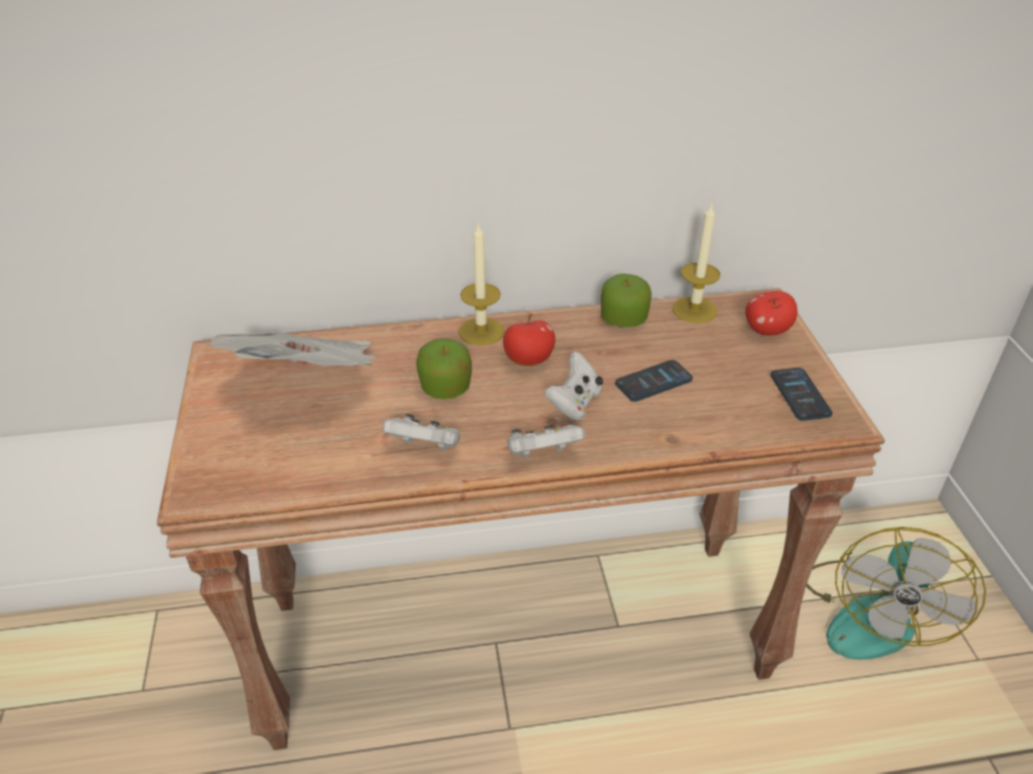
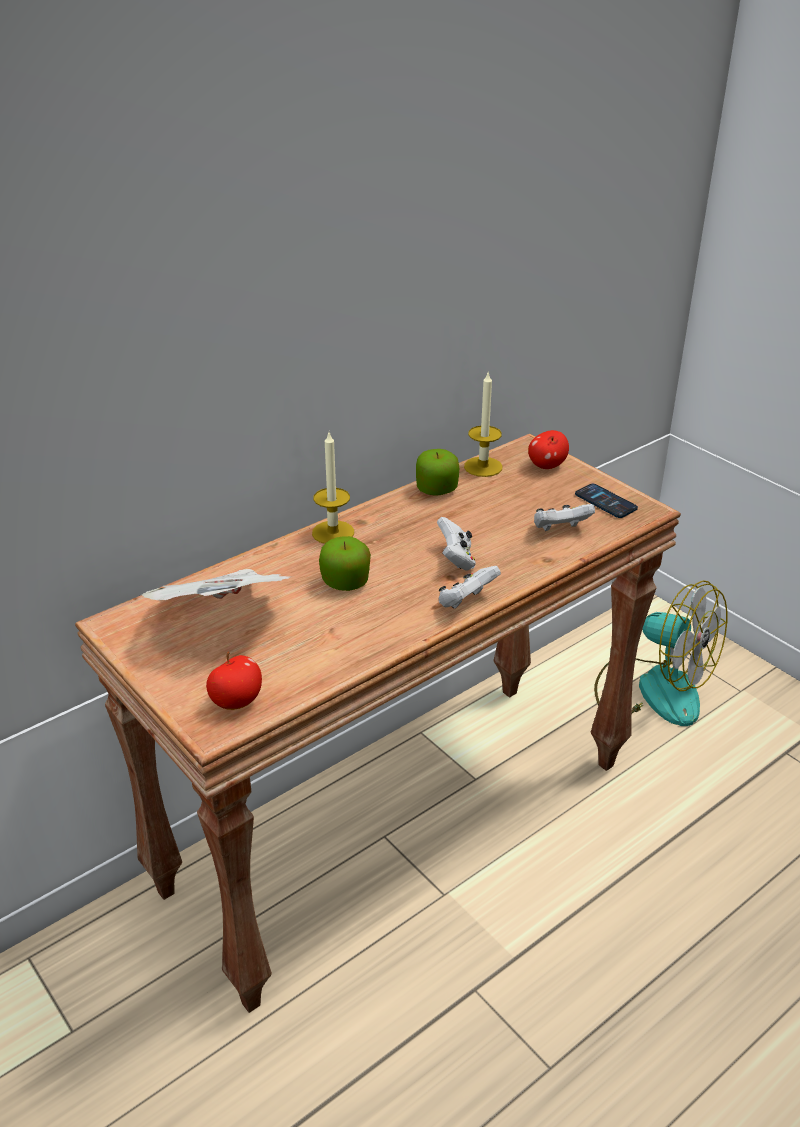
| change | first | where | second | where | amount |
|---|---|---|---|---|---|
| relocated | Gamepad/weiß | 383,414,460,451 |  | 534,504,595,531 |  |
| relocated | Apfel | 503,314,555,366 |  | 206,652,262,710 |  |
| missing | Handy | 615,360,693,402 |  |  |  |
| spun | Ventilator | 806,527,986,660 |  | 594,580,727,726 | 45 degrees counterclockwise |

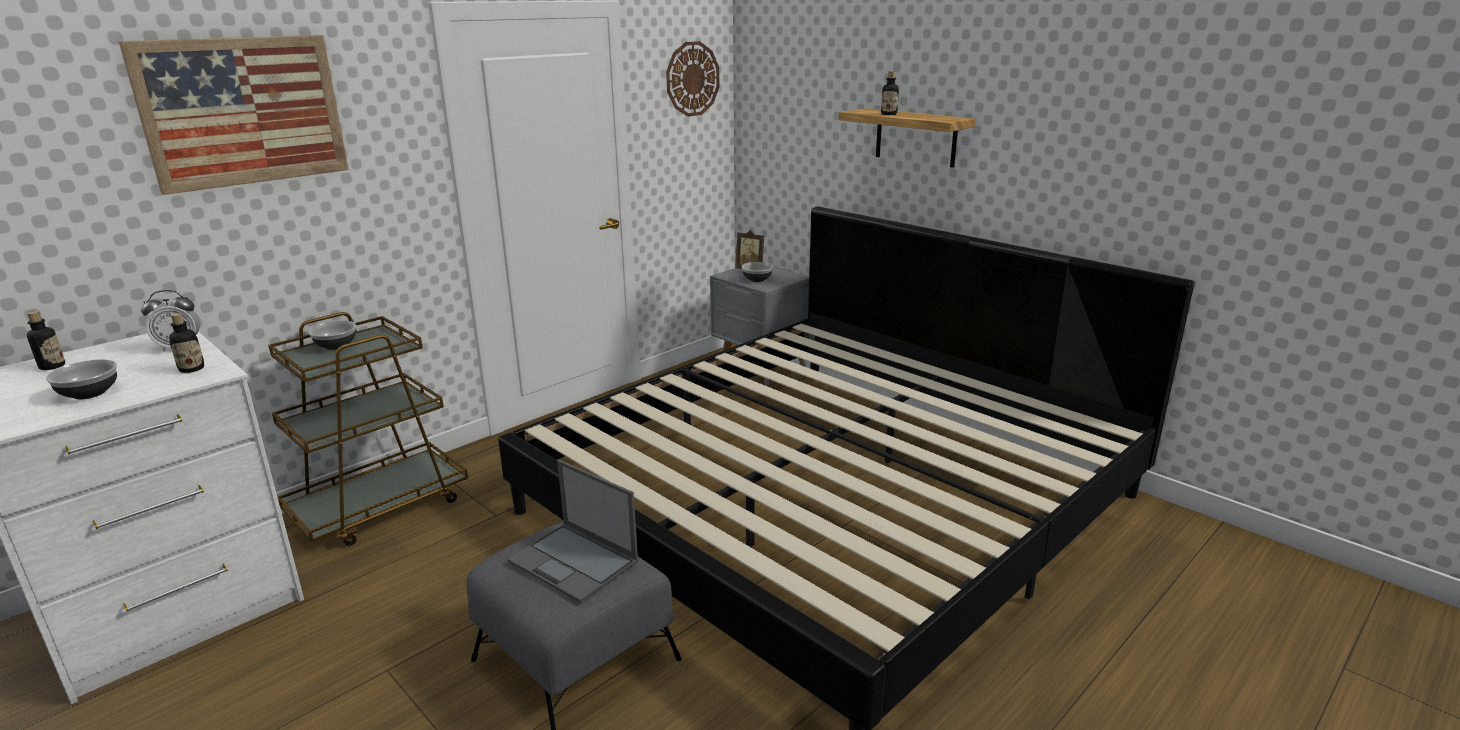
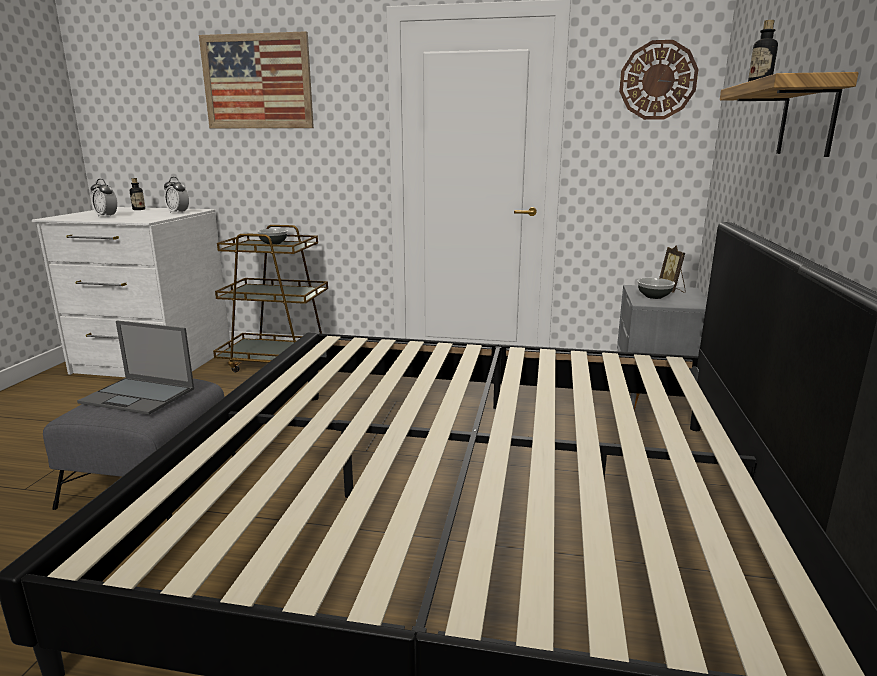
| change | first | where | second | where | amount |
|---|---|---|---|---|---|
| exchanged | Schüssel | 46,359,117,399 | Wecker | 91,179,117,218 |  |
| missing | Flasche | 169,313,204,373 |  |  |  |
| spun | Laptop | 507,460,638,603 |  | 77,320,194,415 | 75 degrees counterclockwise |

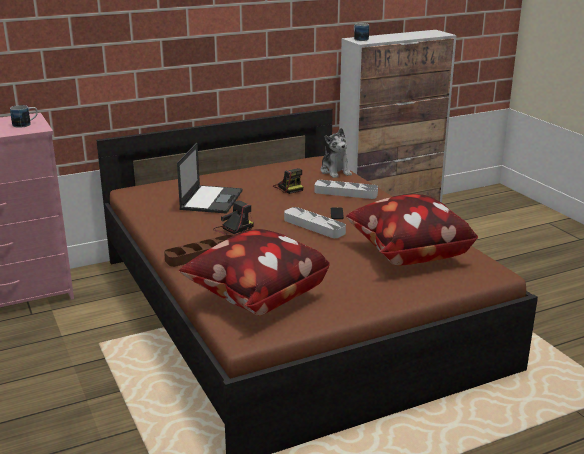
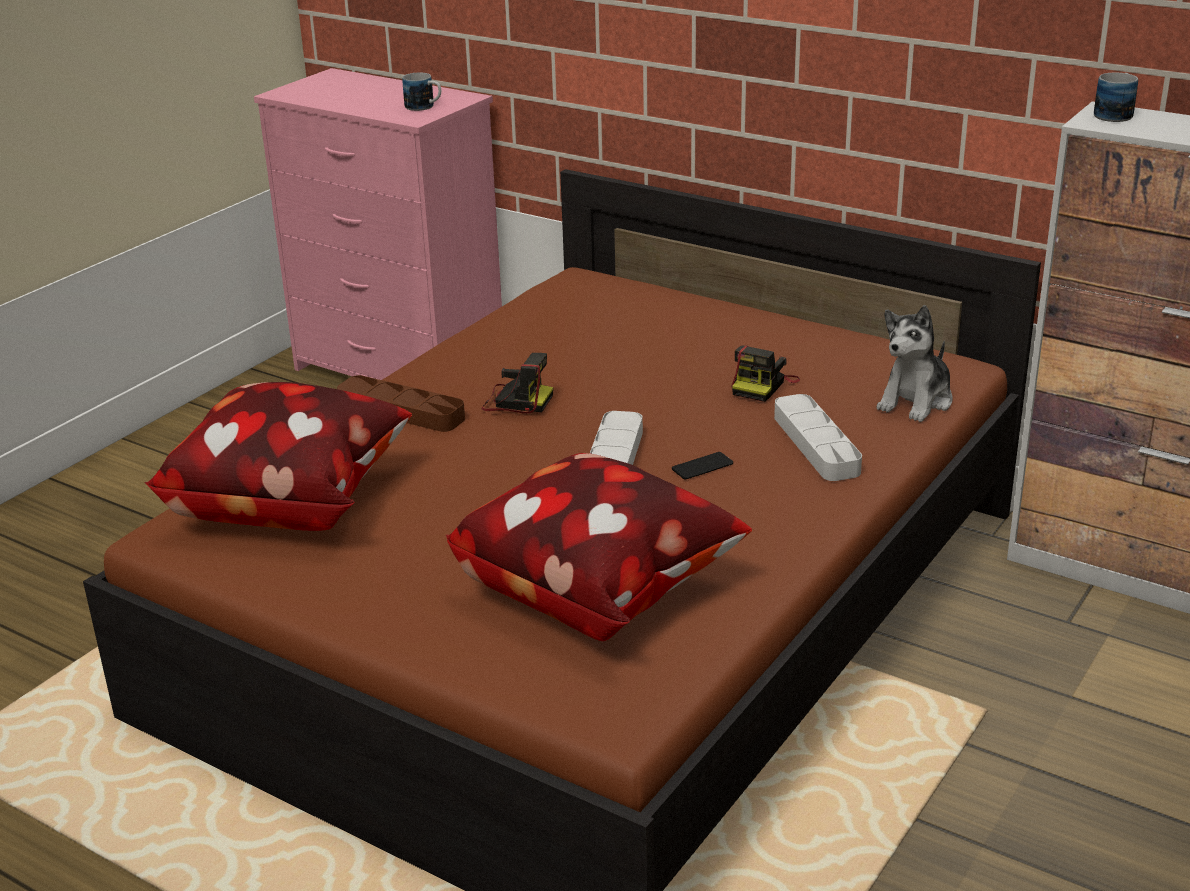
| change | first | where | second | where | amount |
|---|---|---|---|---|---|
| missing | Laptop | 177,143,242,214 |  |  |  |

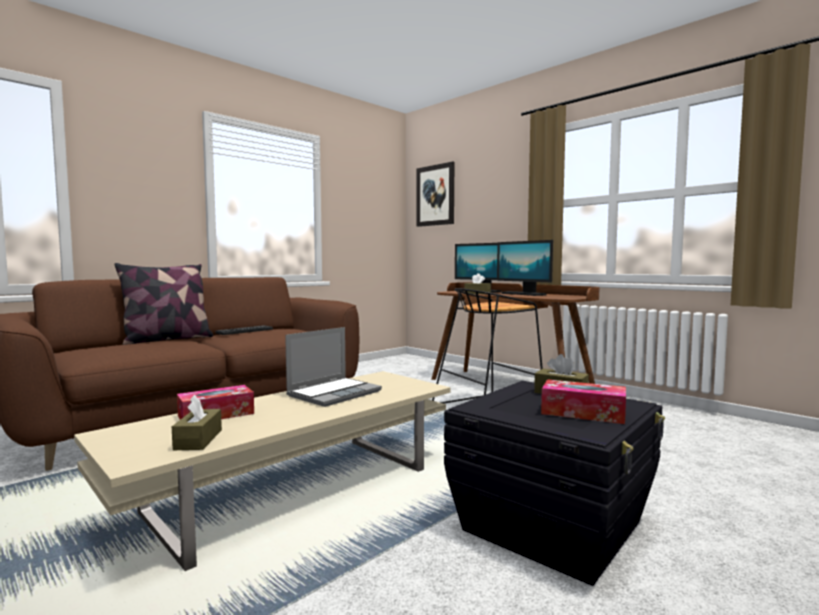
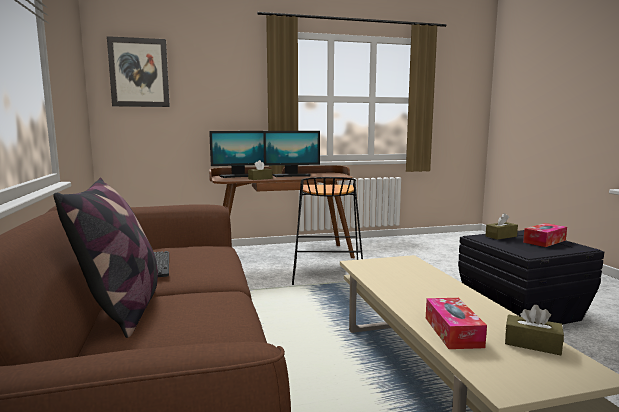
| change | first | where | second | where | amount |
|---|---|---|---|---|---|
| missing | Laptop | 285,327,382,407 |  |  |  |

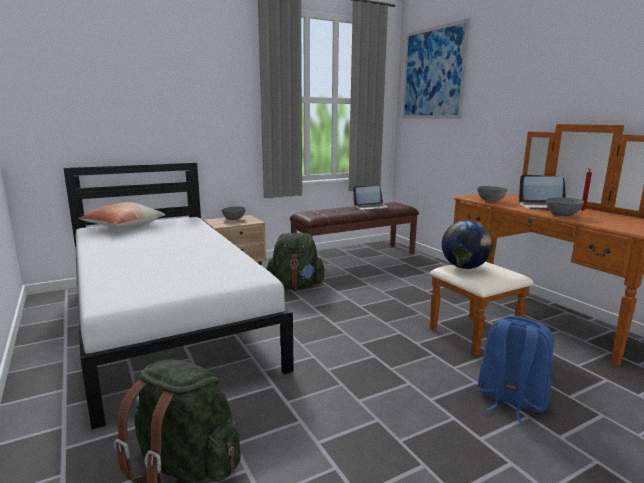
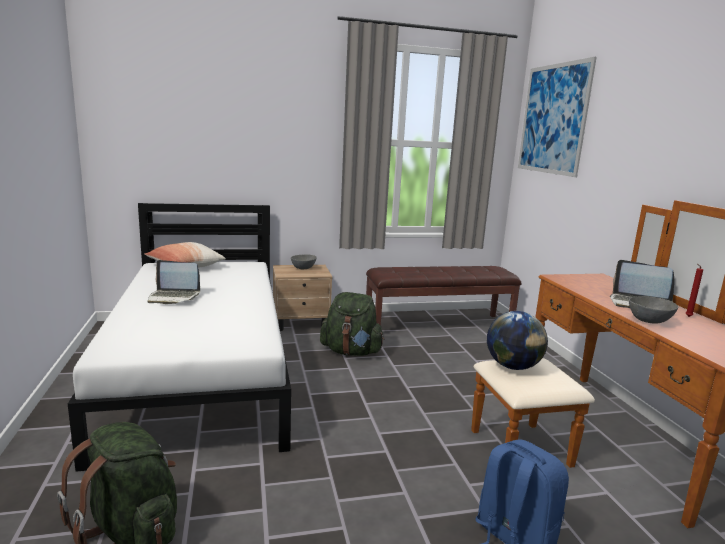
| change | first | where | second | where | amount |
|---|---|---|---|---|---|
| relocated | Laptop | 353,186,390,211 |  | 147,260,200,304 |  |
| missing | Schüssel/grau | 477,186,508,202 |  |  |  |

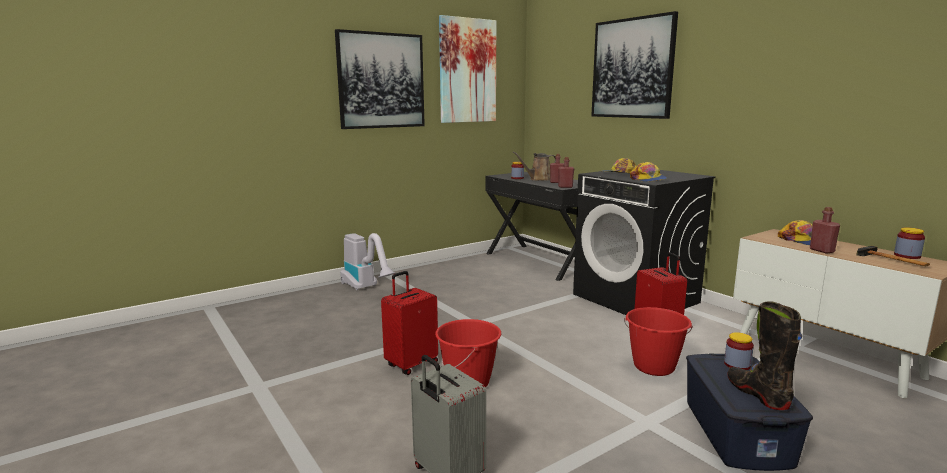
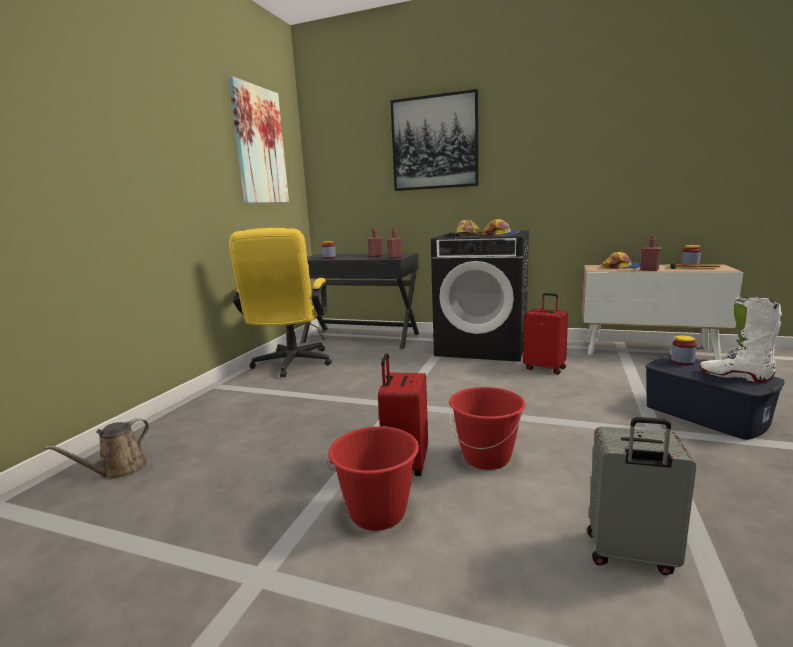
| change | first | where | second | where | amount |
|---|---|---|---|---|---|
| missing | Bild | 335,29,425,129 |  |  |  |
| missing | Staubsauger | 340,233,395,290 |  |  |  |
| relocated | Gießkanne/braun | 513,152,556,181 |  | 43,418,149,480 |  |
| relocated | Eimer/rot | 624,307,693,376 |  | 327,426,419,531 |  |
| colour | Stiefel/schwarz | 727,301,802,410 | Stiefel/weiß | 700,297,782,382 |  |
| appeared |  |  | Bürostuhl/gelb | 229,228,332,377 |  |

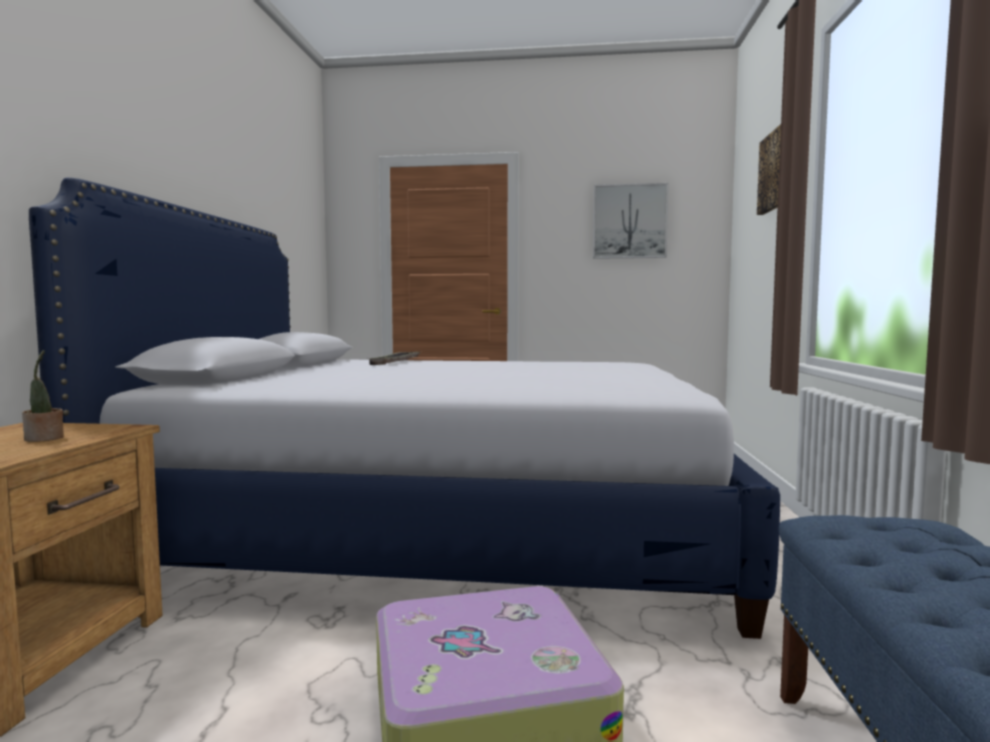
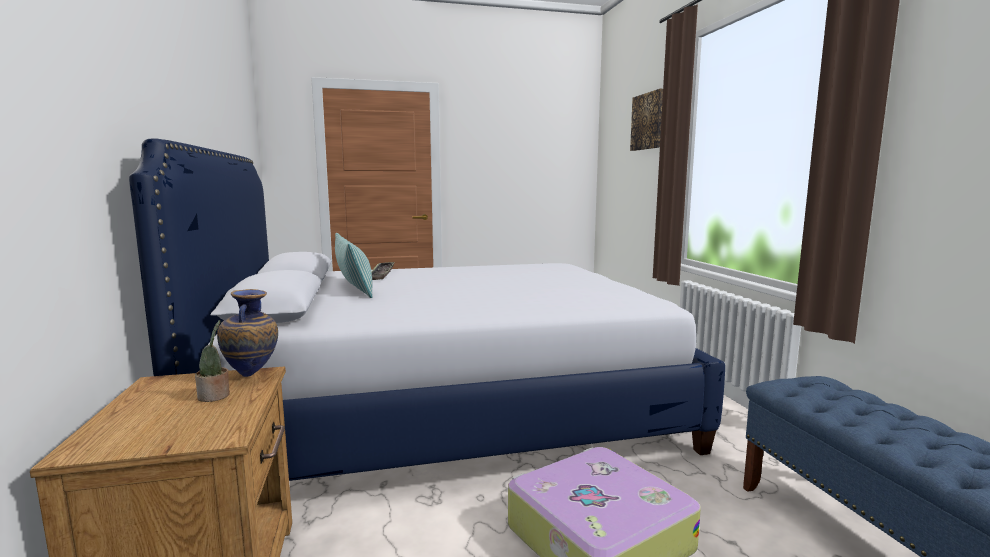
| change | first | where | second | where | amount |
|---|---|---|---|---|---|
| missing | Bild | 593,183,669,259 |  |  |  |
| appeared |  |  | Vase | 217,289,278,377 |  |
| appeared |  |  | Kissen | 335,233,373,298 |  |

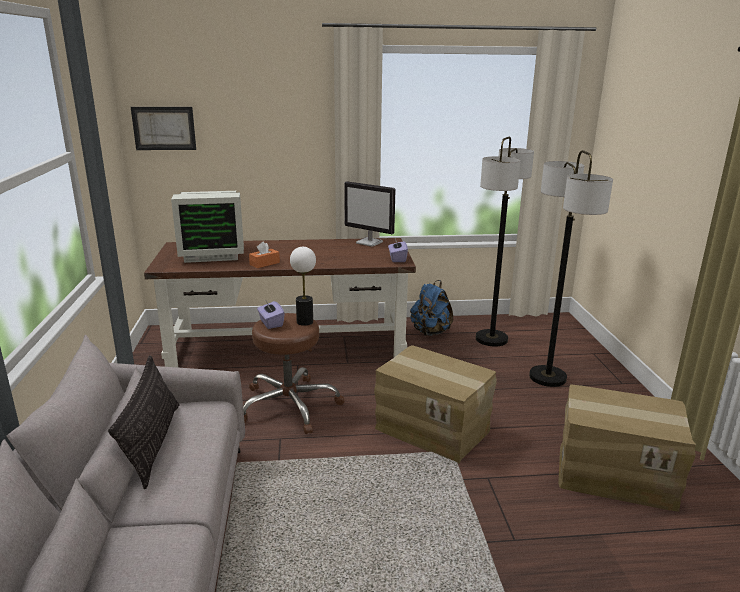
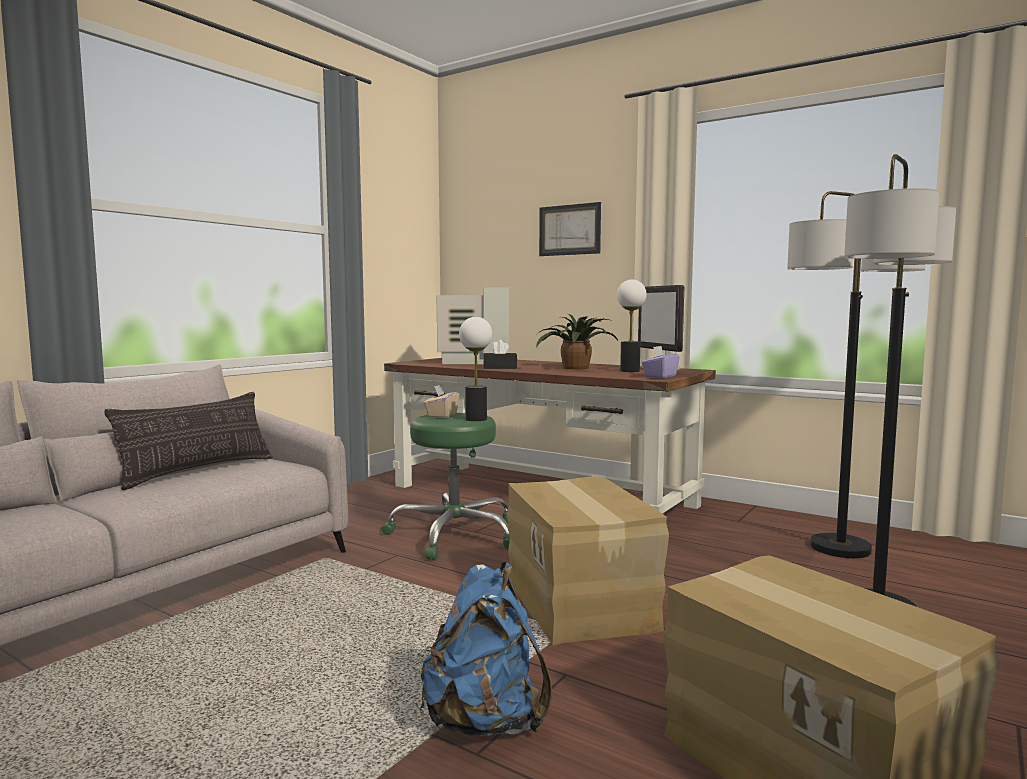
| change | first | where | second | where | amount |
|---|---|---|---|---|---|
| relocated | Bild | 131,107,196,150 |  | 539,202,601,256 |  |
| spun | Monitor | 171,191,244,263 |  | 437,287,509,364 | 120 degrees counterclockwise |
| colour | Hocker/braun | 243,313,344,434 | Hocker/grün | 382,413,510,560 |  |
| colour | Taschentuchbox/orange | 249,241,280,268 | Taschentuchbox/schwarz | 483,340,517,369 |  |
| colour | Taschentuchbox/lila | 257,299,285,329 | Taschentuchbox/beige | 424,384,459,418 |  |
| relocated | Rucksack/blau | 410,280,453,336 |  | 420,562,552,736 |  |
| appeared |  |  | Topfpflanze | 536,314,618,369 |  |
| appeared |  |  | Tischlampe | 617,279,647,372 |  |

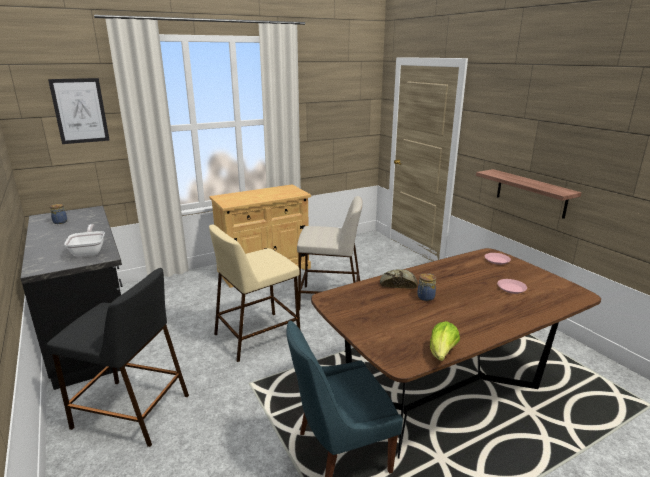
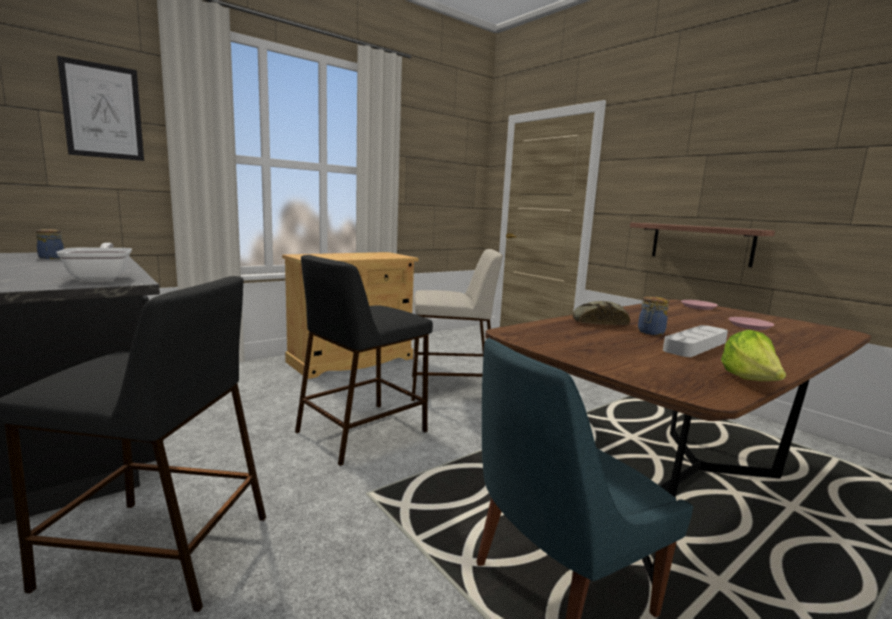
| change | first | where | second | where | amount |
|---|---|---|---|---|---|
| colour | Hocker/beige | 209,224,301,362 | Hocker/schwarz | 295,255,433,466 |  |
| appeared |  |  | Tablett/grau | 663,325,728,357 |  |

